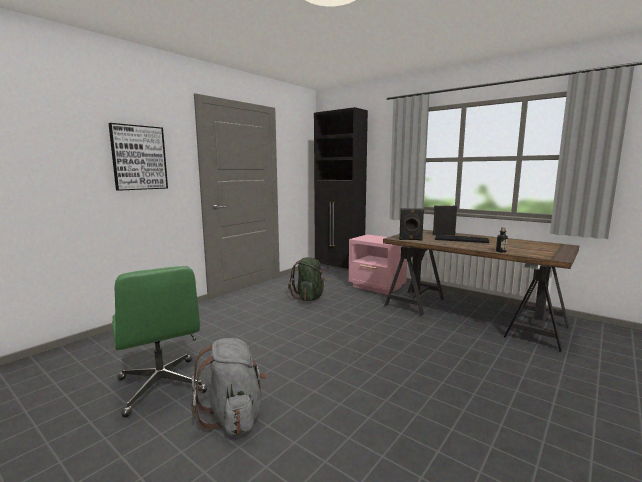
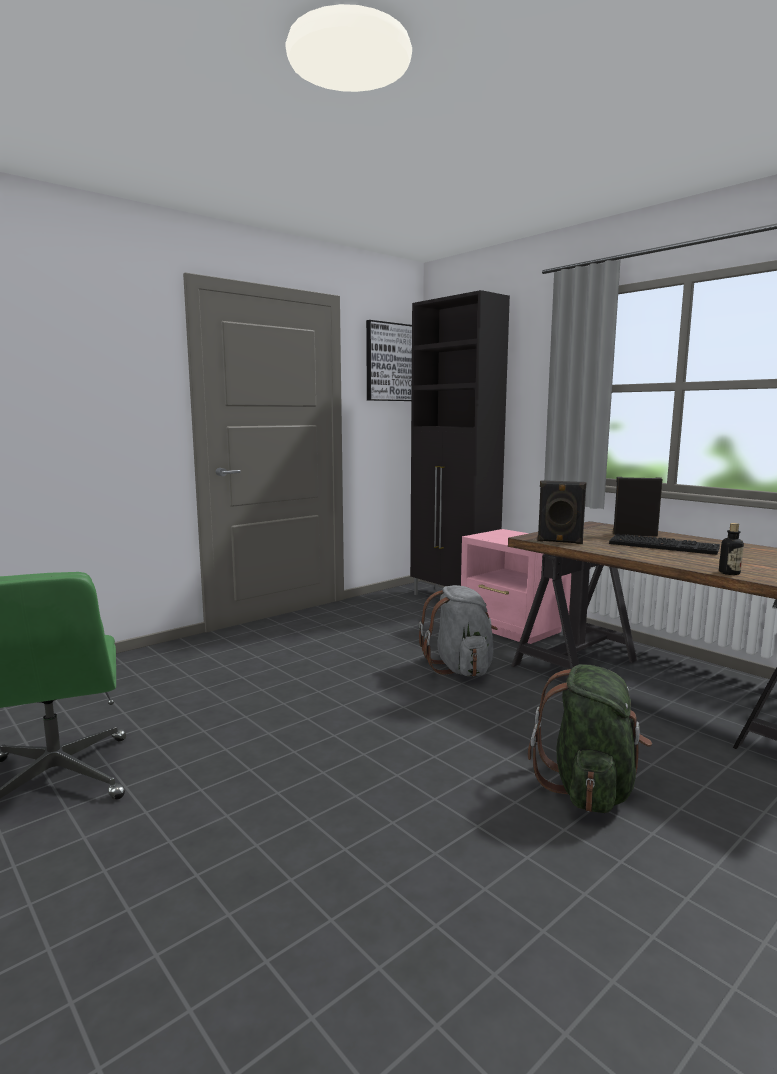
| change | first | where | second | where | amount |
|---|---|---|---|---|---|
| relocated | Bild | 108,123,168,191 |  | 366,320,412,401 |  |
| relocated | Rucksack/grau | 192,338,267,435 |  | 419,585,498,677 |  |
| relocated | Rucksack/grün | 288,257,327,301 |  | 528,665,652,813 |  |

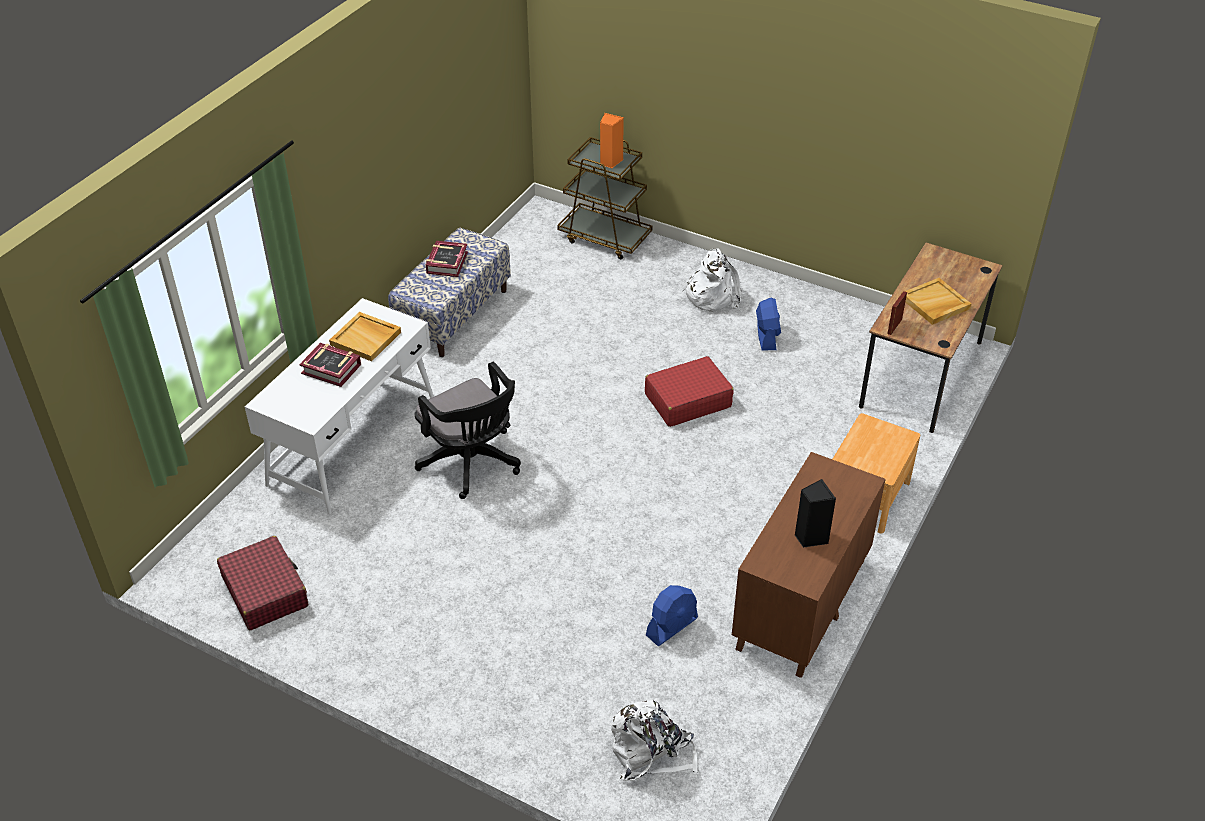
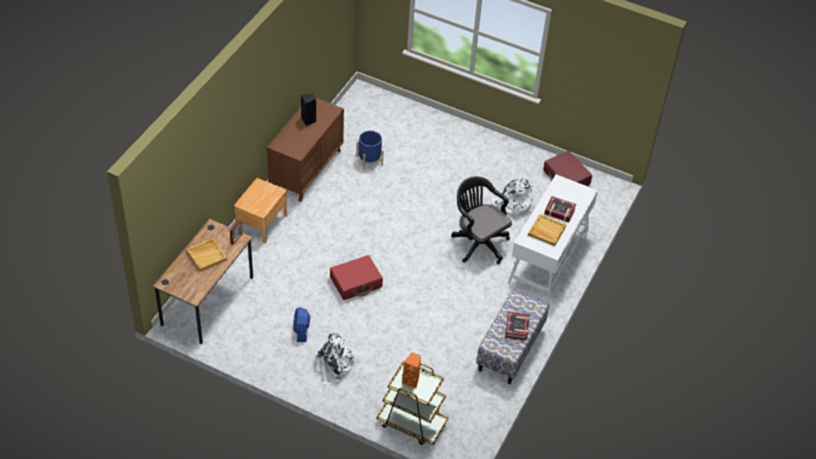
| change | first | where | second | where | amount |
|---|---|---|---|---|---|
| relocated | Rucksack/weiß | 611,700,697,781 |  | 492,177,533,216 |  |
| exchanged | Ventilator/blau | 646,585,698,646 | Pflanzkübel/blau | 357,131,384,170 |  |

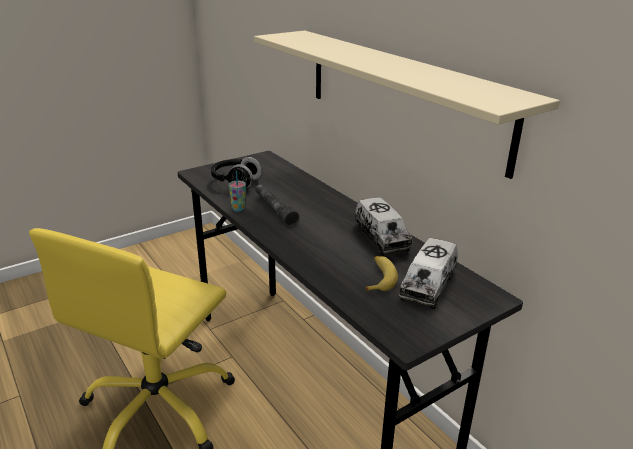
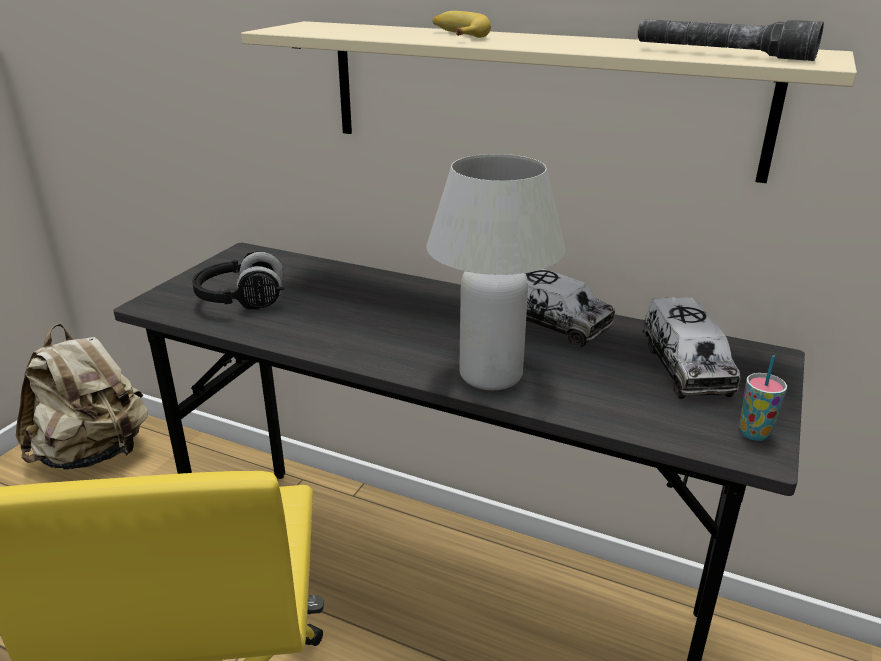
| change | first | where | second | where | amount |
|---|---|---|---|---|---|
| relocated | Tasse | 229,171,246,212 |  | 739,355,787,441 |  |
| relocated | Taschenlampe/grau | 255,185,300,227 |  | 638,19,824,61 |  |
| relocated | Banane | 366,256,398,291 |  | 433,11,491,38 |  |
| appeared |  |  | Rucksack/beige | 16,324,148,470 |  |
| appeared |  |  | Tischlampe/weiß | 426,154,566,390 |  |

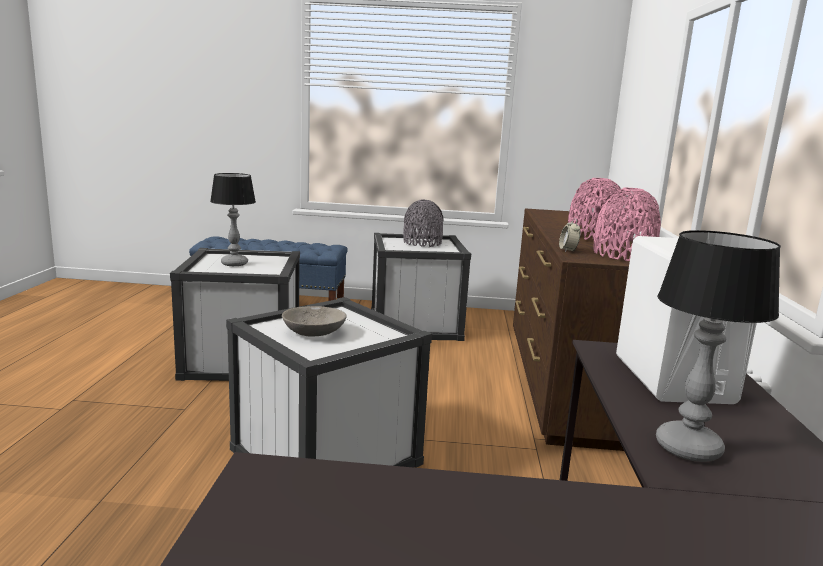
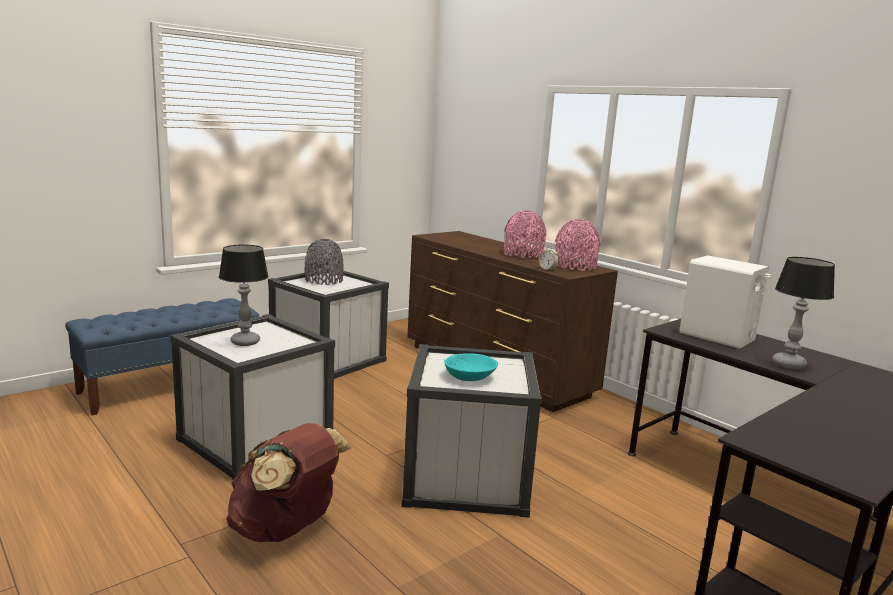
| change | first | where | second | where | amount |
|---|---|---|---|---|---|
| colour | Schüssel/grau | 282,306,347,337 | Schüssel/türkis | 444,353,498,381 |  |
| appeared |  |  | Rucksack/braun | 226,423,352,542 |  |

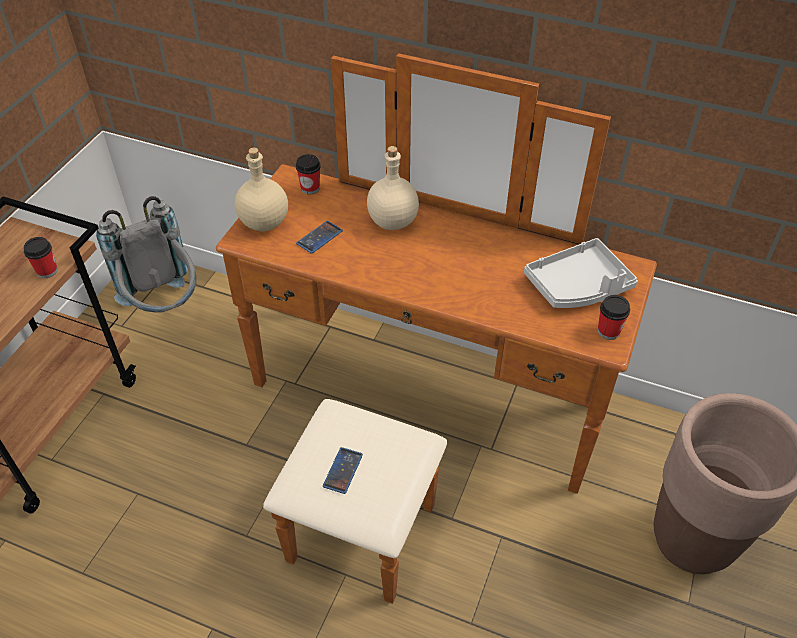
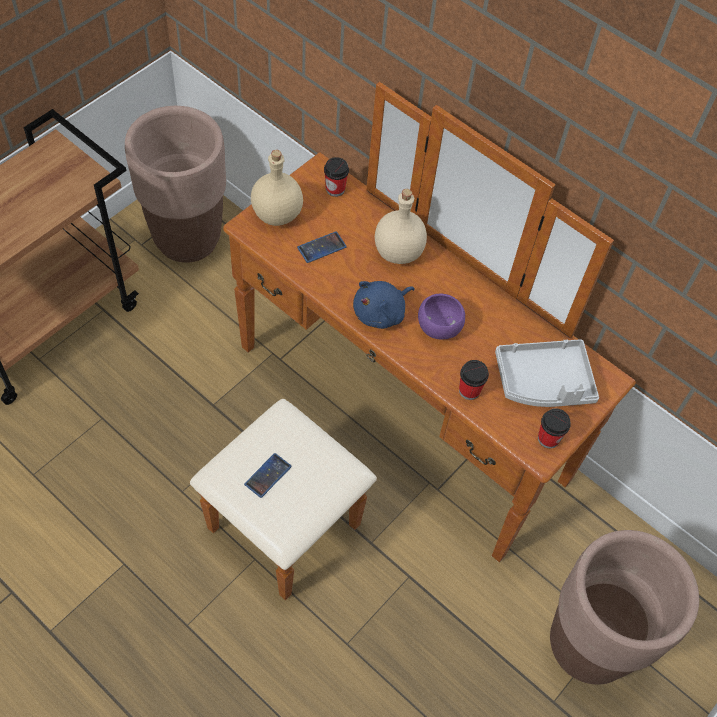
| change | first | where | second | where | amount |
|---|---|---|---|---|---|
| relocated | Tasse | 24,237,58,278 |  | 459,360,489,400 |  |
| exchanged | Rucksack/grau | 96,196,196,313 | Pflanzkübel/braun | 125,106,226,263 |  |
| appeared |  |  | Plüschtier/blau | 353,281,415,329 |  |
| appeared |  |  | Schüssel/lila | 418,294,465,339 |  |

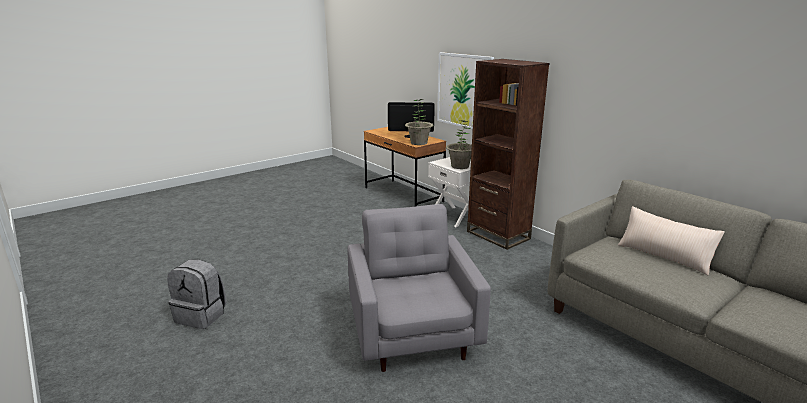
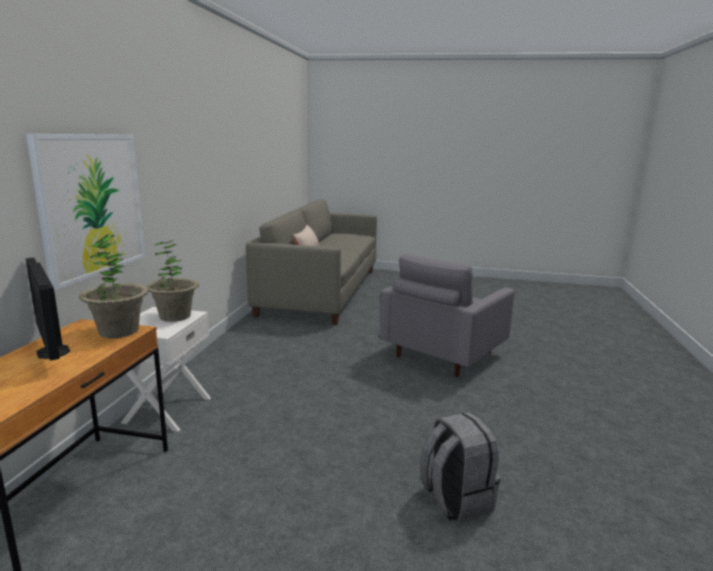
| change | first | where | second | where | amount |
|---|---|---|---|---|---|
| relocated | Rucksack/grau | 167,259,226,329 |  | 420,412,500,523 |  |
| missing | Bücherregal/braun | 467,59,549,250 |  |  |  |

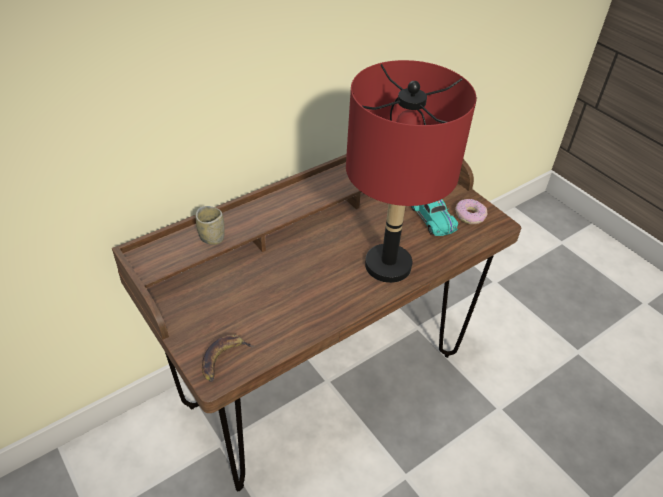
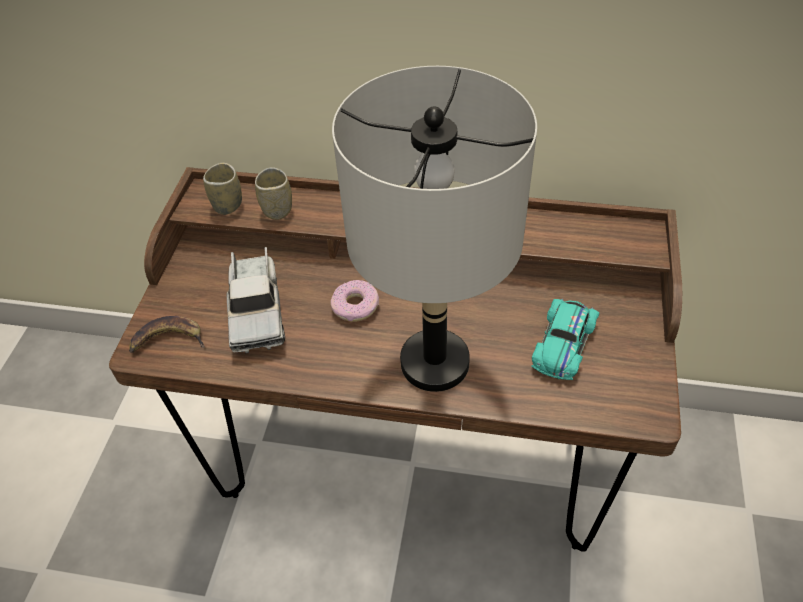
| change | first | where | second | where | amount |
|---|---|---|---|---|---|
| colour | Tischlampe/rot | 346,60,477,283 | Tischlampe/grau | 332,66,537,392 |  |
| relocated | Donut | 455,199,488,224 |  | 331,280,379,322 |  |
| appeared |  |  | Tasse | 203,163,242,215 |  |
| appeared |  |  | Spielzeuglaster | 227,247,285,354 |  |

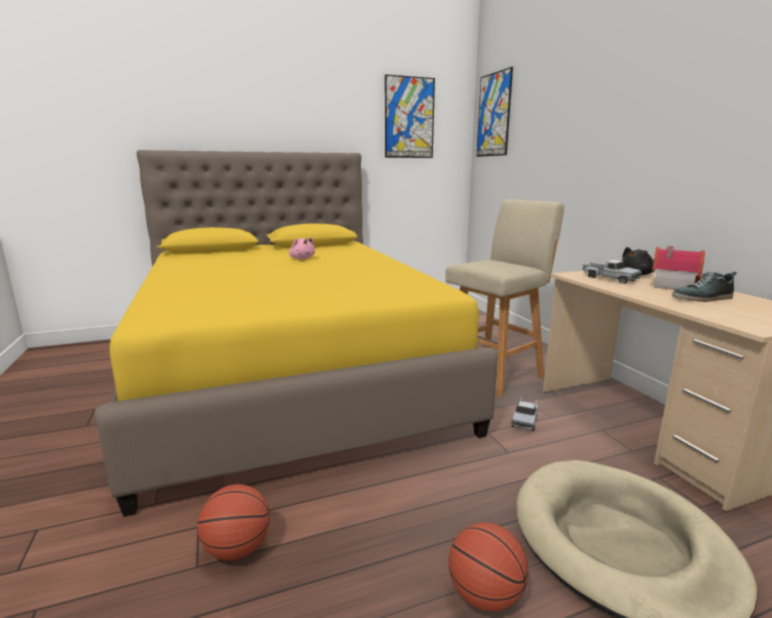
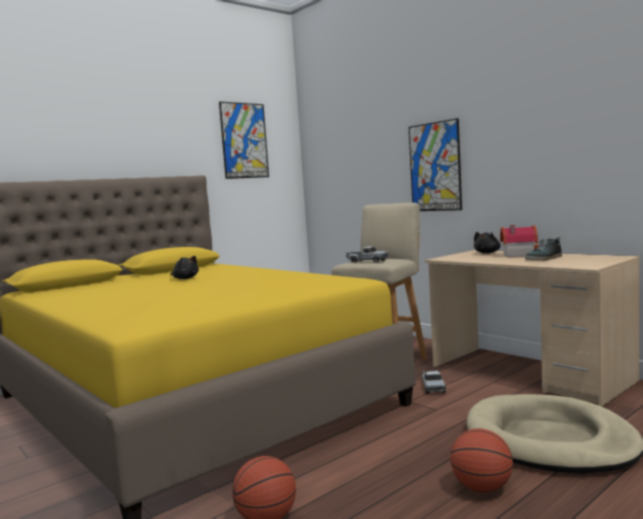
| change | first | where | second | where | amount |
|---|---|---|---|---|---|
| colour | Plüschtier/rosa | 289,237,315,259 | Plüschtier/schwarz | 170,256,199,279 |  |
| relocated | Bild | 476,67,513,157 |  | 409,118,462,211 |  |
| relocated | Spielzeuglaster | 583,260,642,284 |  | 346,246,388,263 |  |

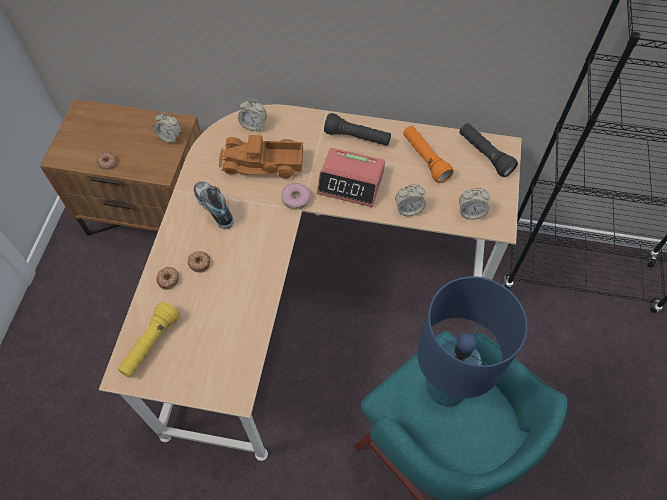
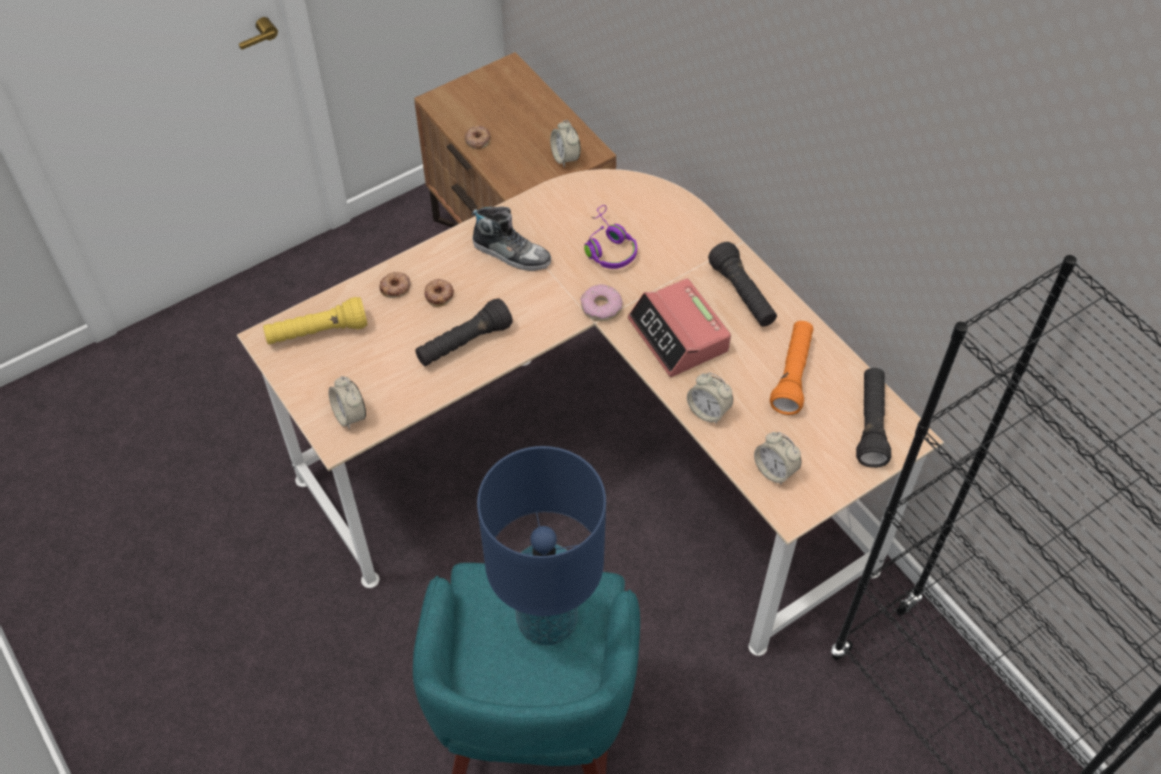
| change | first | where | second | where | amount |
|---|---|---|---|---|---|
| spun | Schuh | 194,182,234,230 |  | 471,206,551,271 | 105 degrees clockwise |
| exchanged | Spielzeuglaster | 219,135,303,179 | Kopfhörer/lila | 584,205,637,269 |  |
| relocated | Wecker | 238,99,267,131 |  | 328,376,366,430 |  |
| appeared |  |  | Taschenlampe/schwarz | 415,298,513,366 |  |

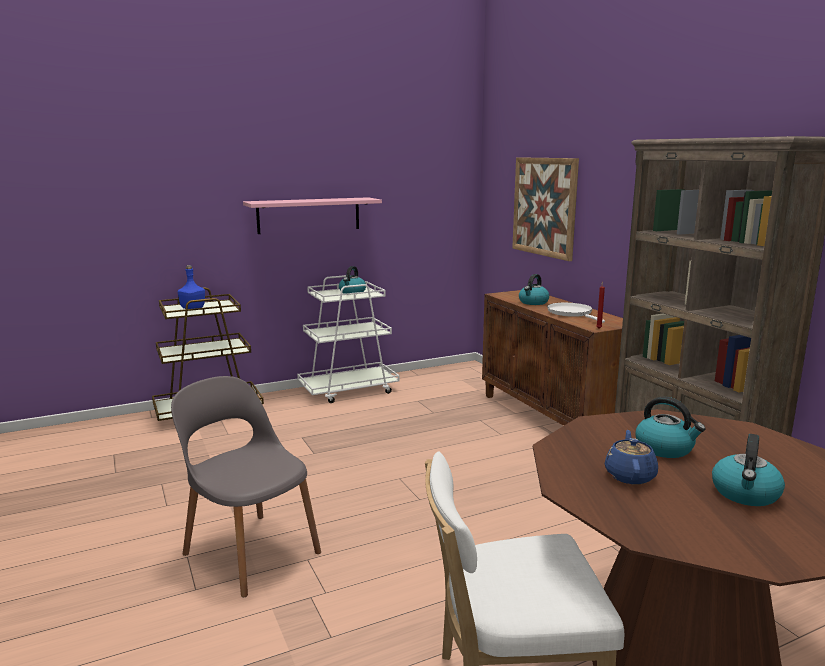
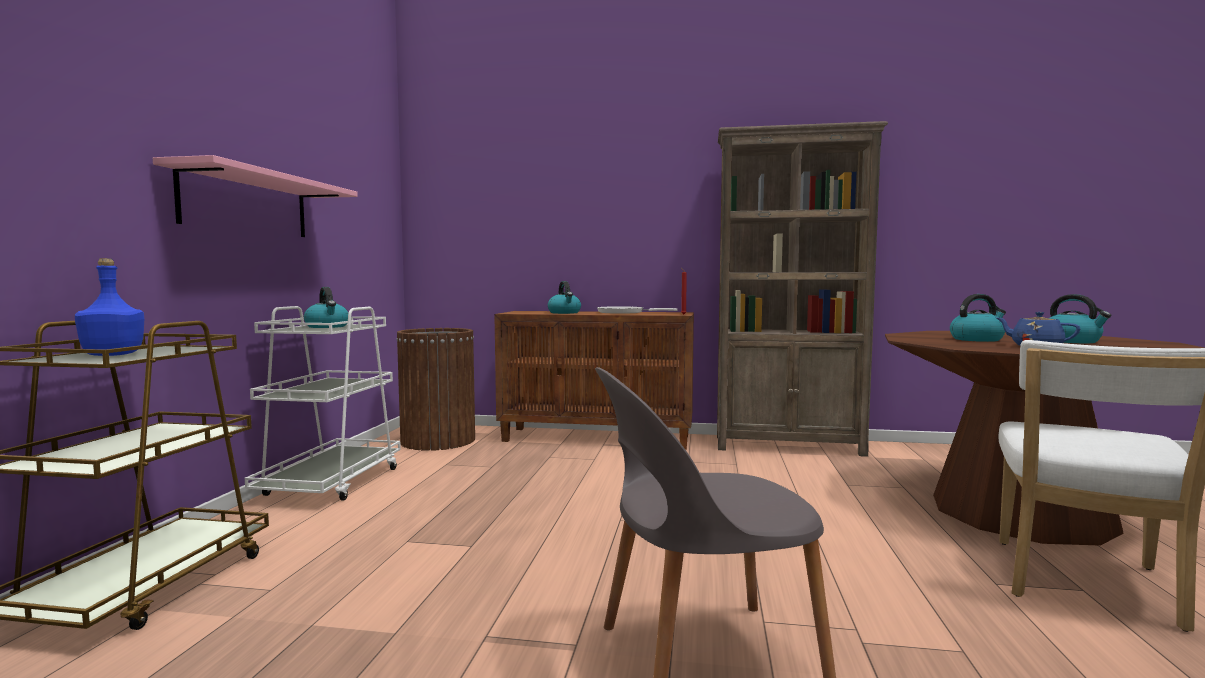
| change | first | where | second | where | amount |
|---|---|---|---|---|---|
| missing | Bild | 512,157,579,261 |  |  |  |
| appeared |  |  | Mülleimer/braun | 396,328,475,451 |  |

